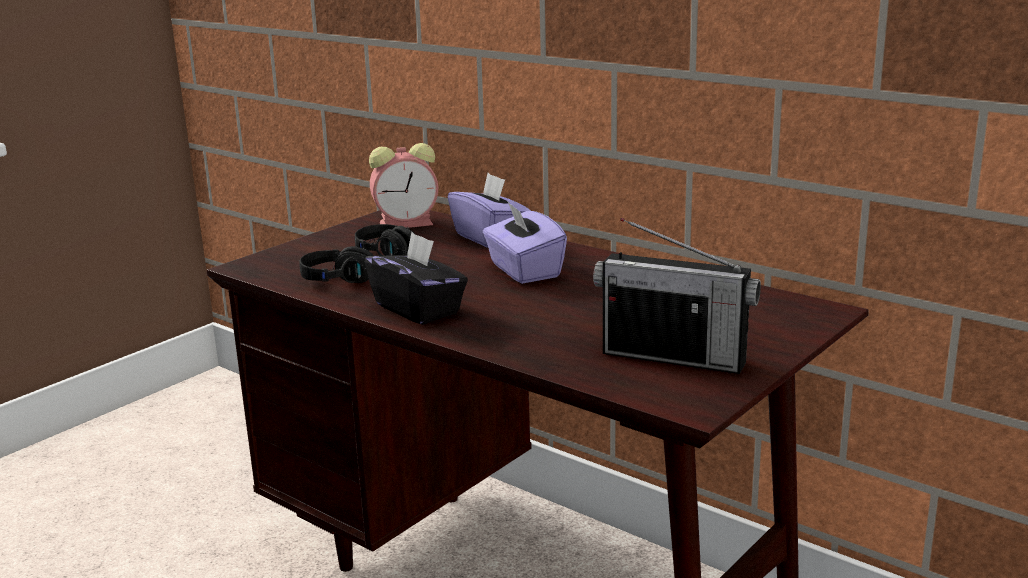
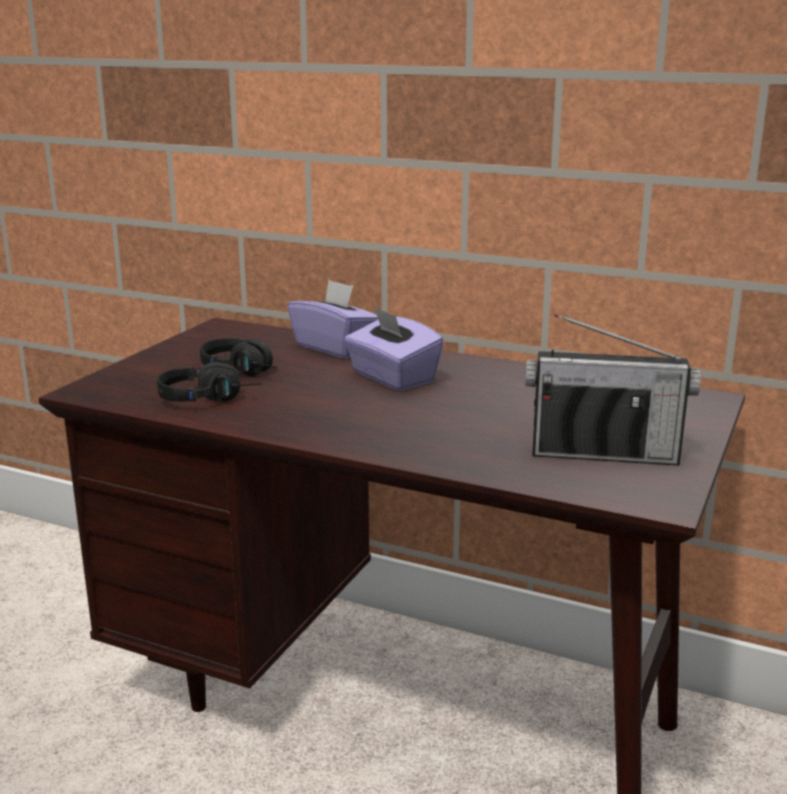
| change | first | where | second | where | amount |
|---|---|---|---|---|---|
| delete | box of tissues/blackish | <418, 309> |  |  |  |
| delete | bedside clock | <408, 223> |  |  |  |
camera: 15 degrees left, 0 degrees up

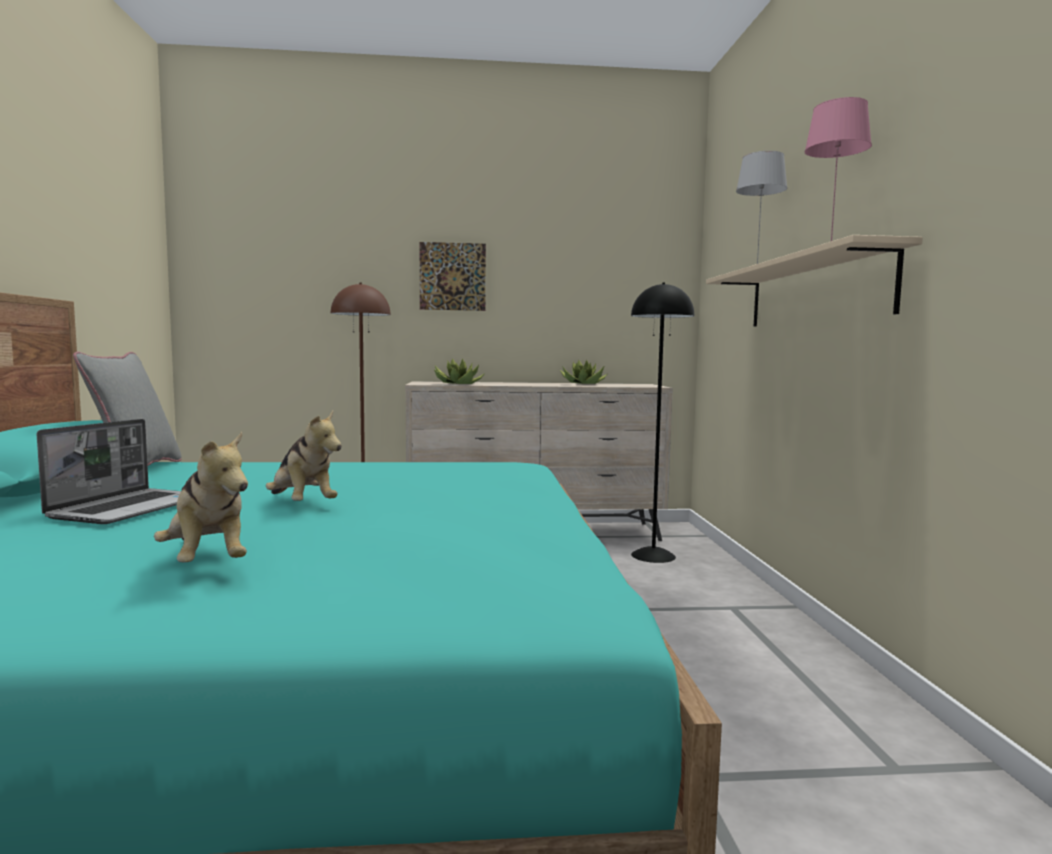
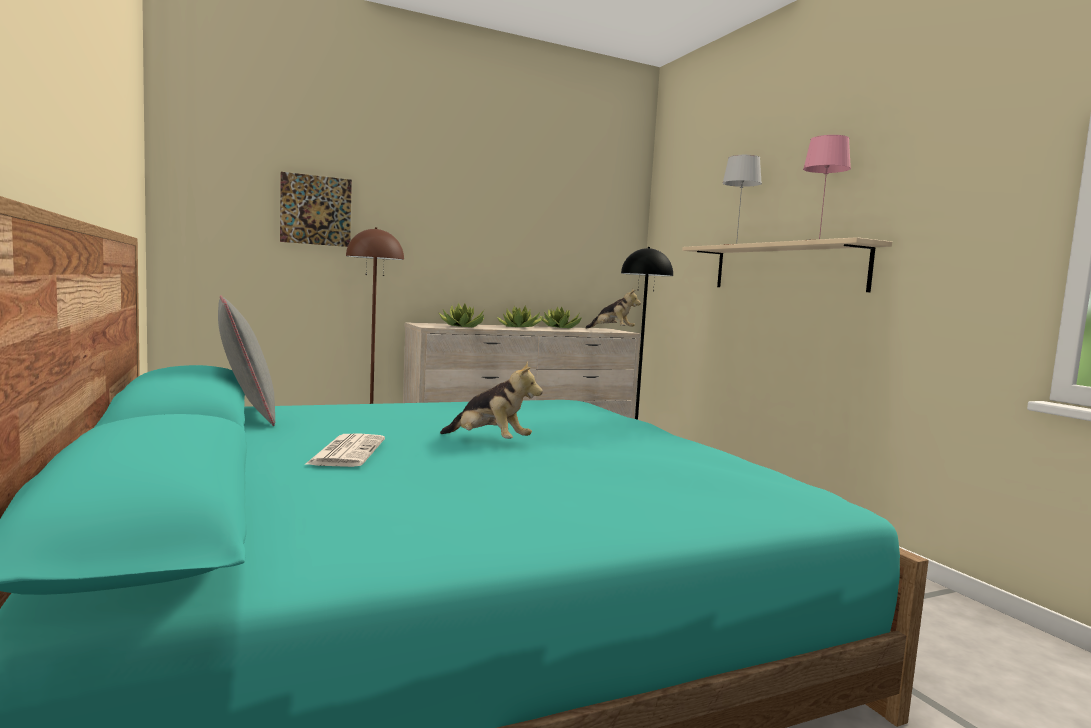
| change | first | where | second | where | amount |
|---|---|---|---|---|---|
| move | wall art | <452, 276> |  | <316, 210> |  |
| replace | laptop | <129, 508> | daily paper | <346, 452> |  |
| insert |  |  | houseplant | <519, 327> |  |
| move | plush toy | <207, 562> |  | <612, 330> |  |
camera: 20 degrees left, 0 degrees up

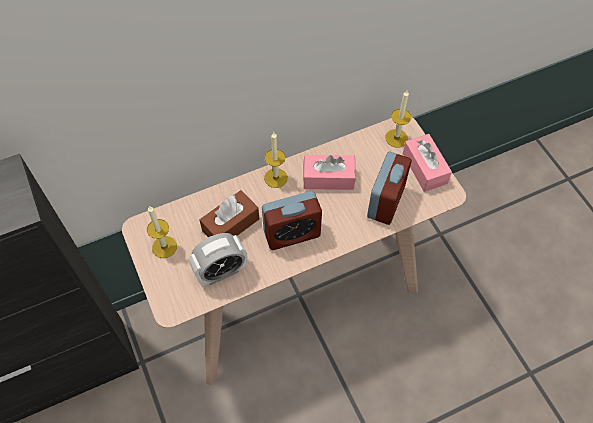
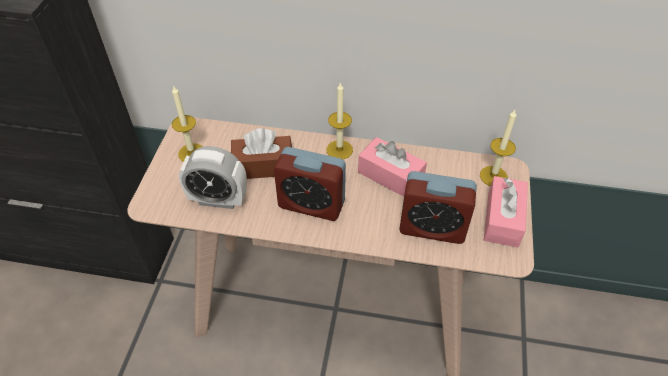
| change | first | where | second | where | amount |
|---|---|---|---|---|---|
| rotate | bedside clock | <385, 202> |  | <432, 228> | 45 degrees clockwise |
camera: 35 degrees right, 10 degrees down

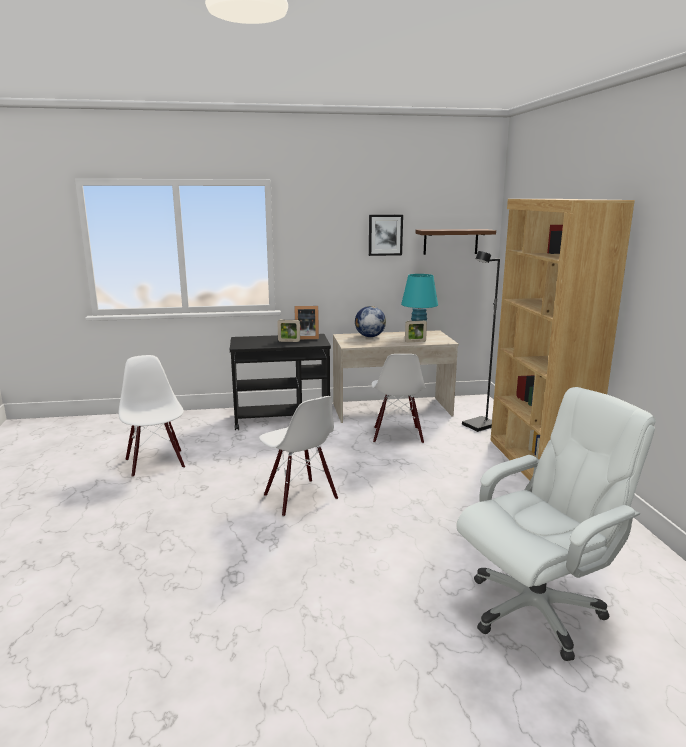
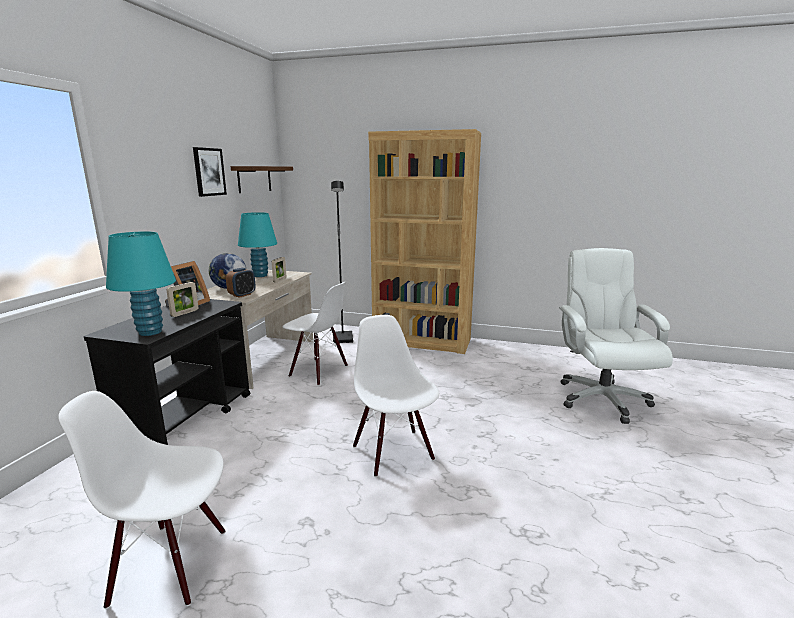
| change | first | where | second | where | amount |
|---|---|---|---|---|---|
| insert |  |  | table lamp/blue-green | <150, 332> |  |
| insert |  |  | bedside clock | <242, 295> |  |
| rotate | chair/whitish | <299, 497> |  | <394, 452> | 105 degrees counterclockwise |
camera: 65 degrees left, 0 degrees up

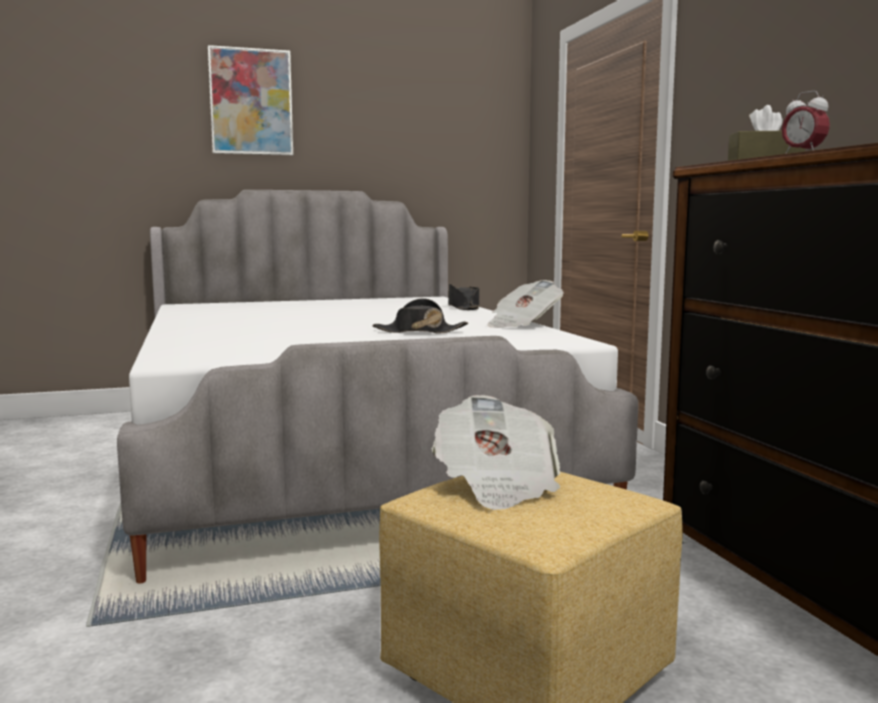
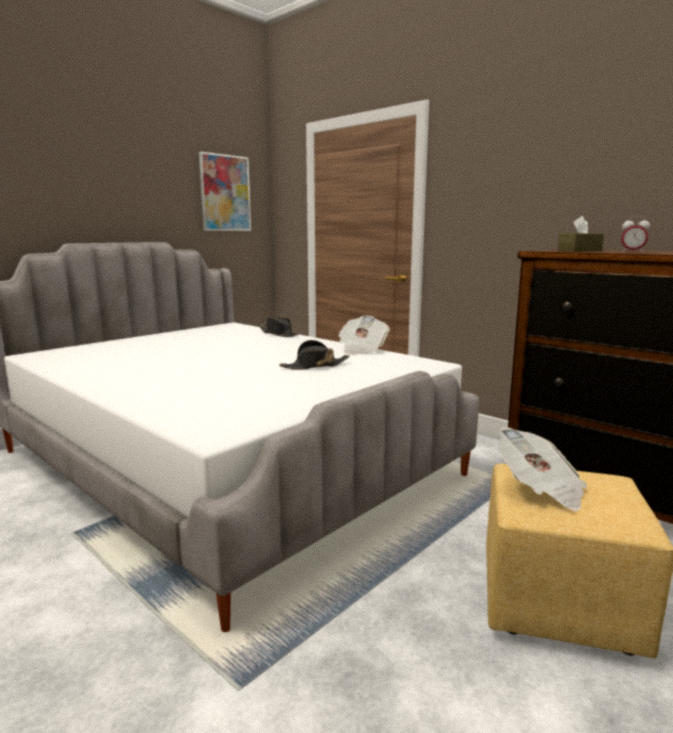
| change | first | where | second | where | amount |
|---|---|---|---|---|---|
| move | wall art | <251, 102> |  | <225, 193> |  |
camera: 30 degrees left, 5 degrees up

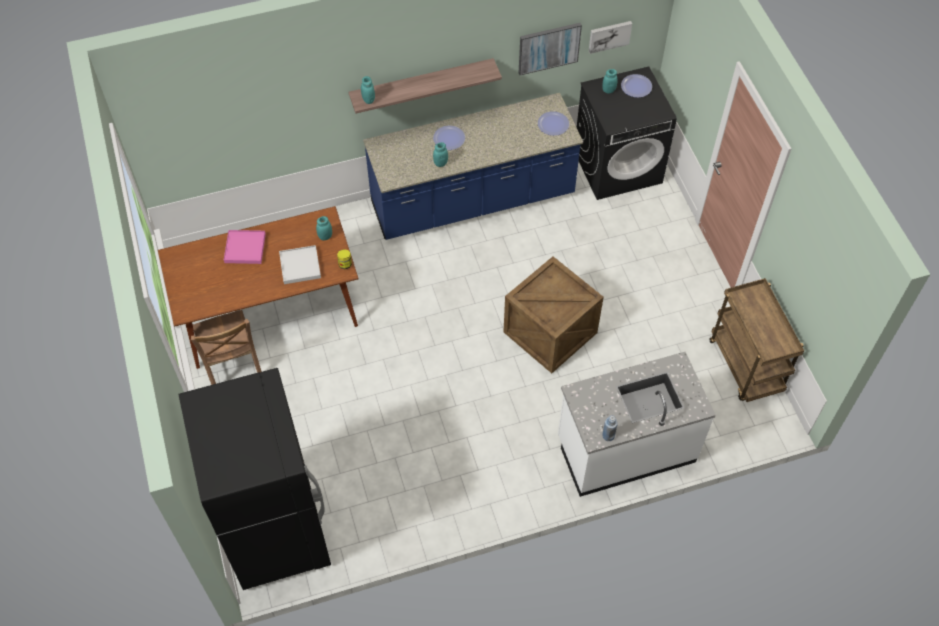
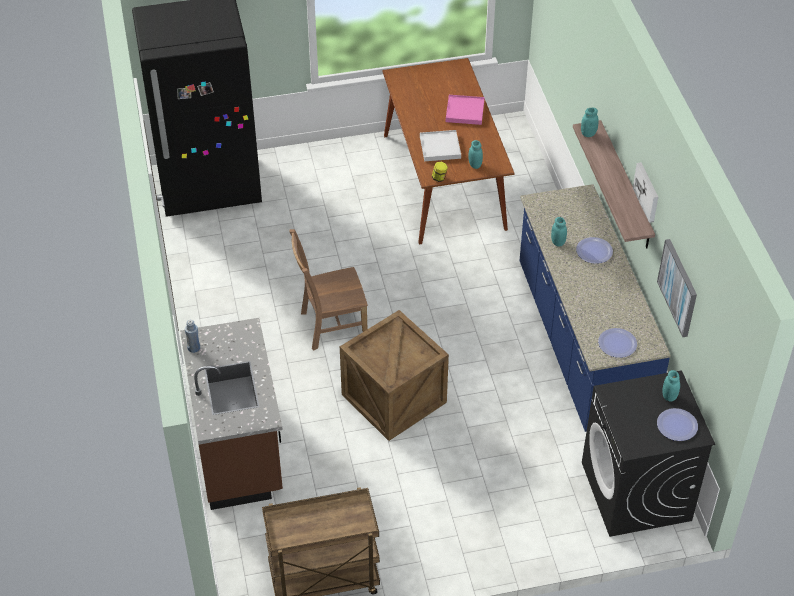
| change | first | where | second | where | amount |
|---|---|---|---|---|---|
| recolor | kitchen base unit/whitish | <625, 449> | kitchen base unit/brown | <239, 448> |  |
| move | chair/brown | <232, 366> |  | <330, 325> |  |
| move | wall art | <609, 36> |  | <647, 192> |  |
camera: 95 degrees right, 10 degrees down

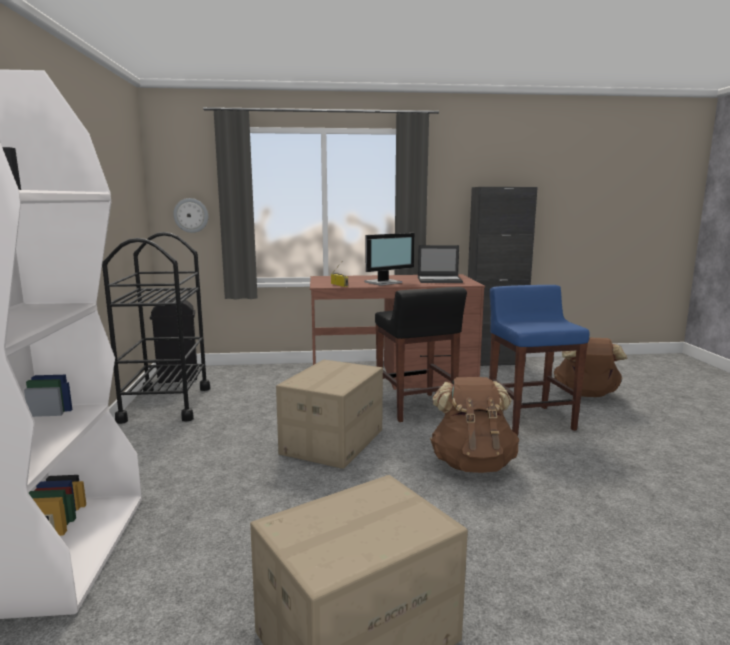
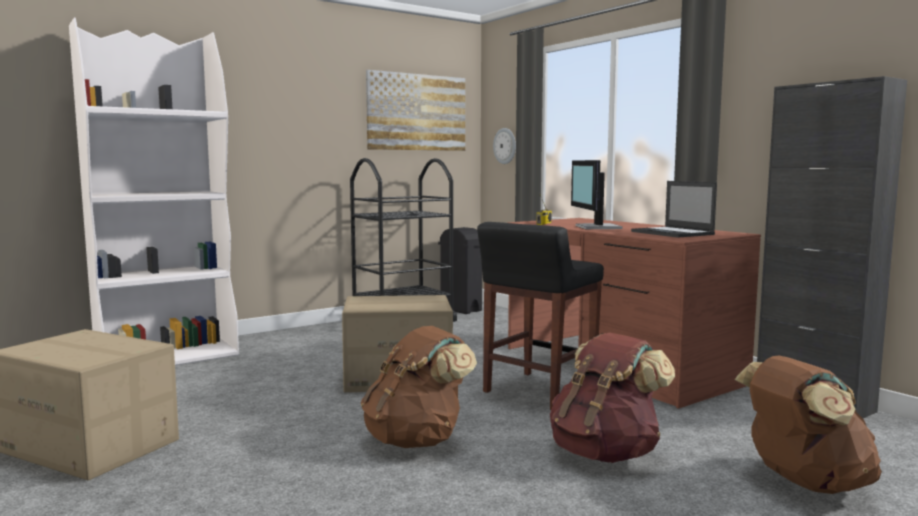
| change | first | where | second | where | amount |
|---|---|---|---|---|---|
| insert |  |  | wall art | <417, 112> |  |
| replace | stool/blue-coloured | <529, 420> | knapsack/brown | <605, 453> |  |
| rotate | computer screen | <384, 282> |  | <596, 227> | 60 degrees clockwise |
camera: 60 degrees right, 5 degrees down

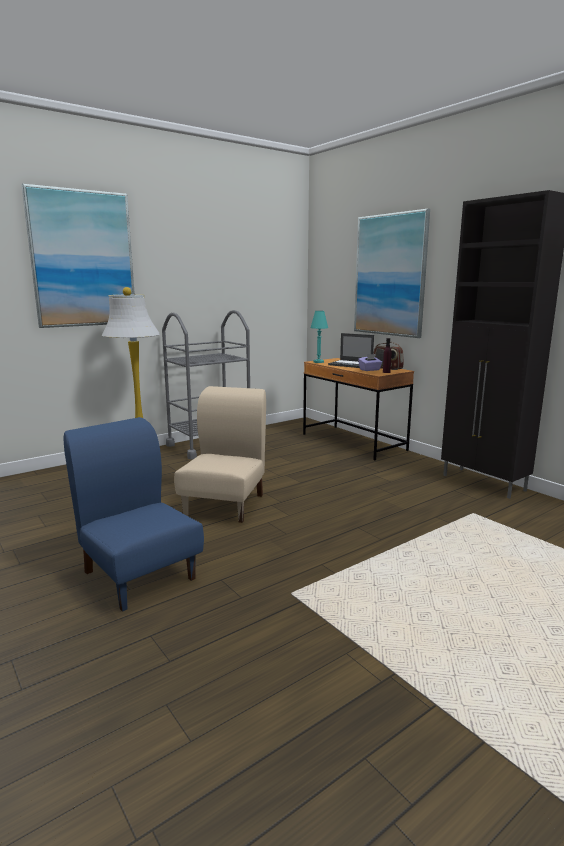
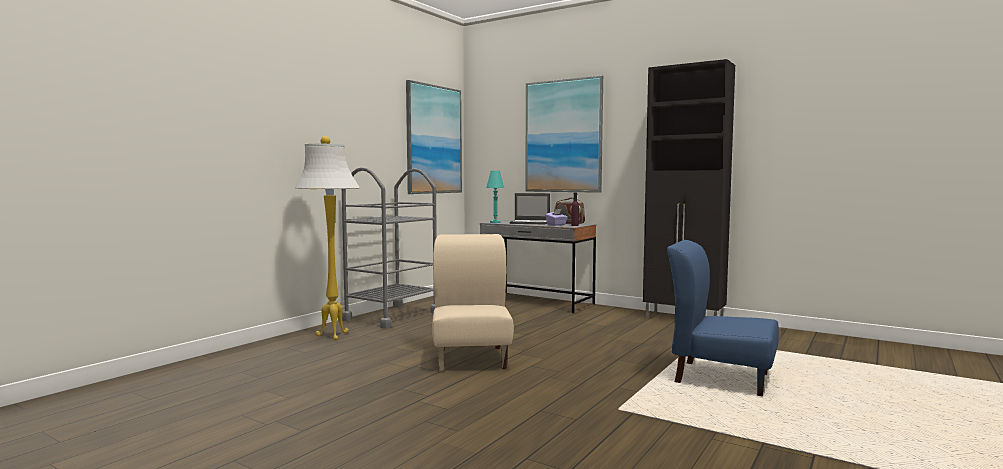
| change | first | where | second | where | amount |
|---|---|---|---|---|---|
| move | wall art | <83, 259> |  | <434, 140> |  |
| recolor | desk table/brown | <353, 442> | desk table/greyish | <536, 302> |  |
| move | chair/blue-coloured | <139, 574> |  | <720, 378> |  |
camera: 20 degrees left, 10 degrees down

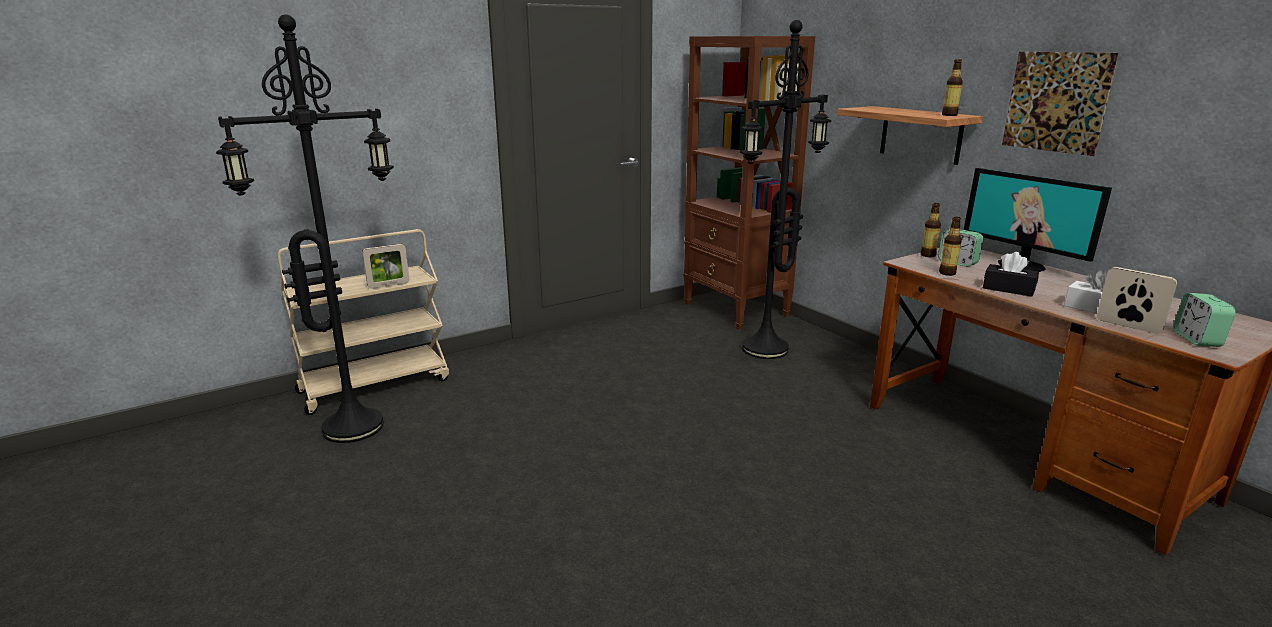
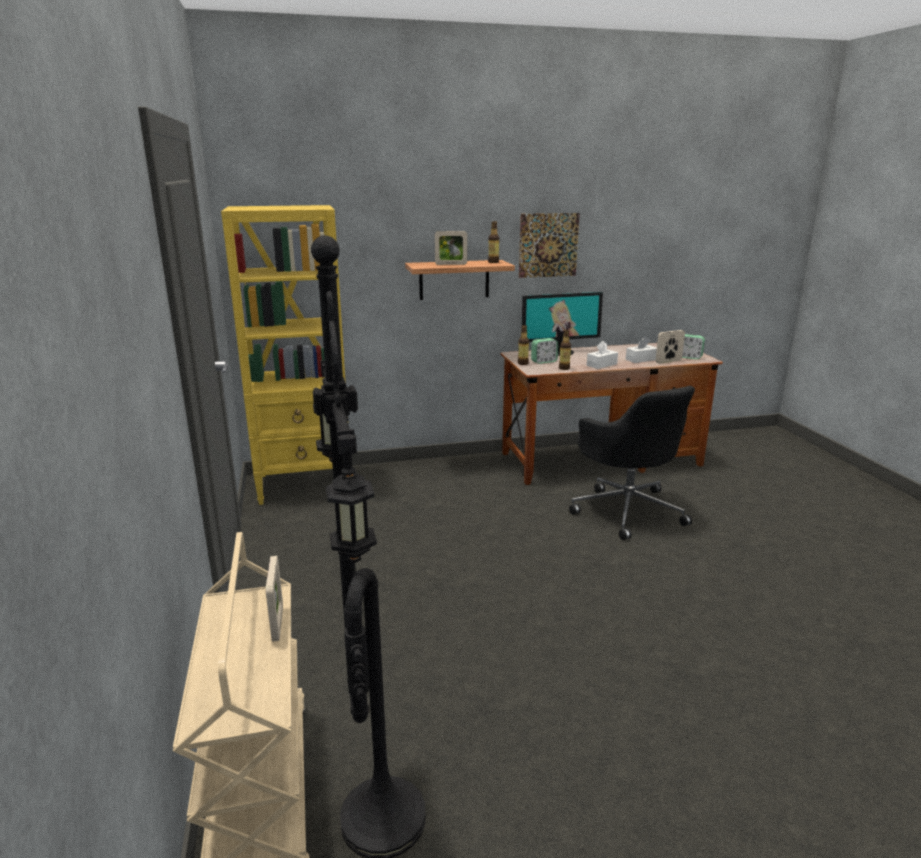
| change | first | where | second | where | amount |
|---|---|---|---|---|---|
| recolor | shelving unit/brown | <736, 310> | shelving unit/yellow | <306, 485> |  |
| insert |  |  | standing frame | <451, 264> |  |
| insert |  |  | computer chair/blackish | <627, 510> |  |
| recolor | box of tissues/blackish | <1008, 289> | box of tissues/whitish | <601, 365> |  |
| delete | floor lamp/blackish | <766, 350> |  |  |  |
camera: 70 degrees left, 0 degrees up

